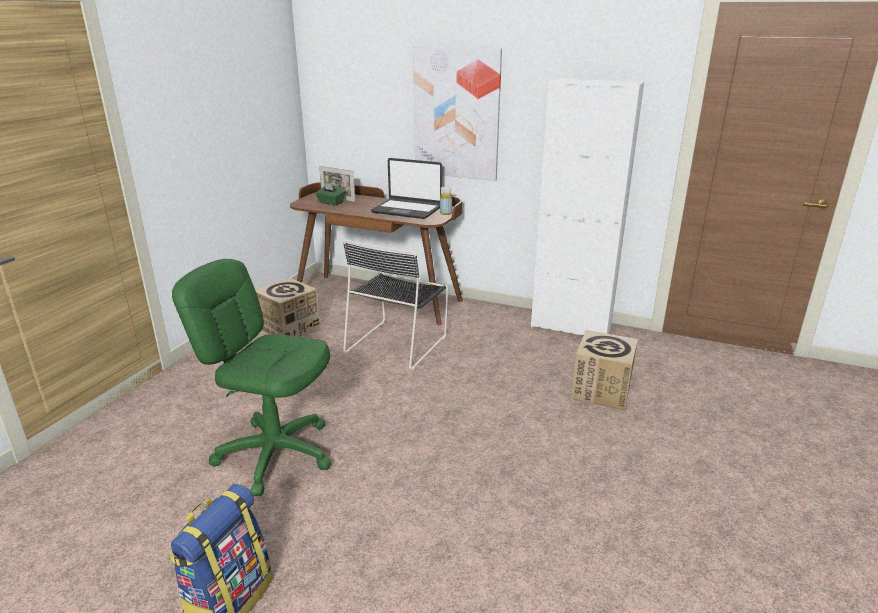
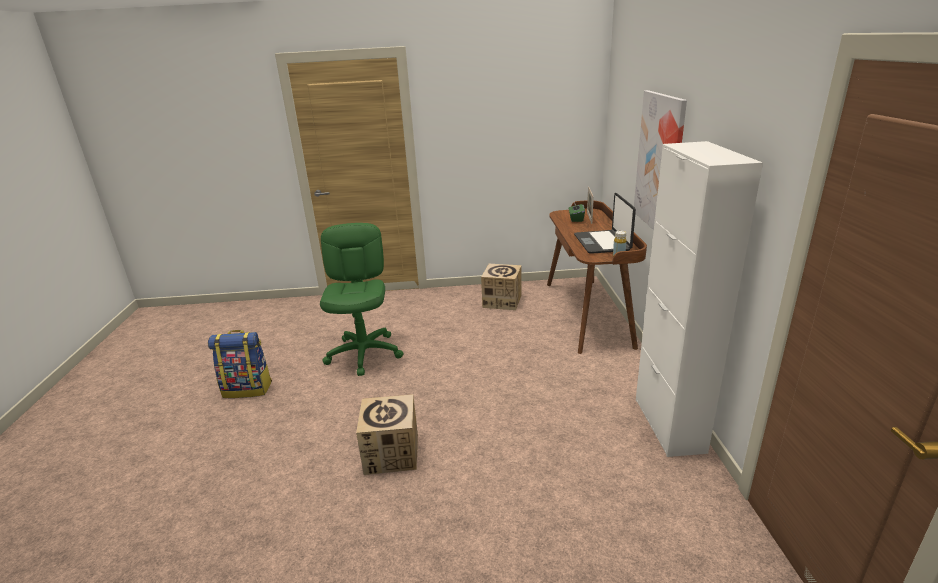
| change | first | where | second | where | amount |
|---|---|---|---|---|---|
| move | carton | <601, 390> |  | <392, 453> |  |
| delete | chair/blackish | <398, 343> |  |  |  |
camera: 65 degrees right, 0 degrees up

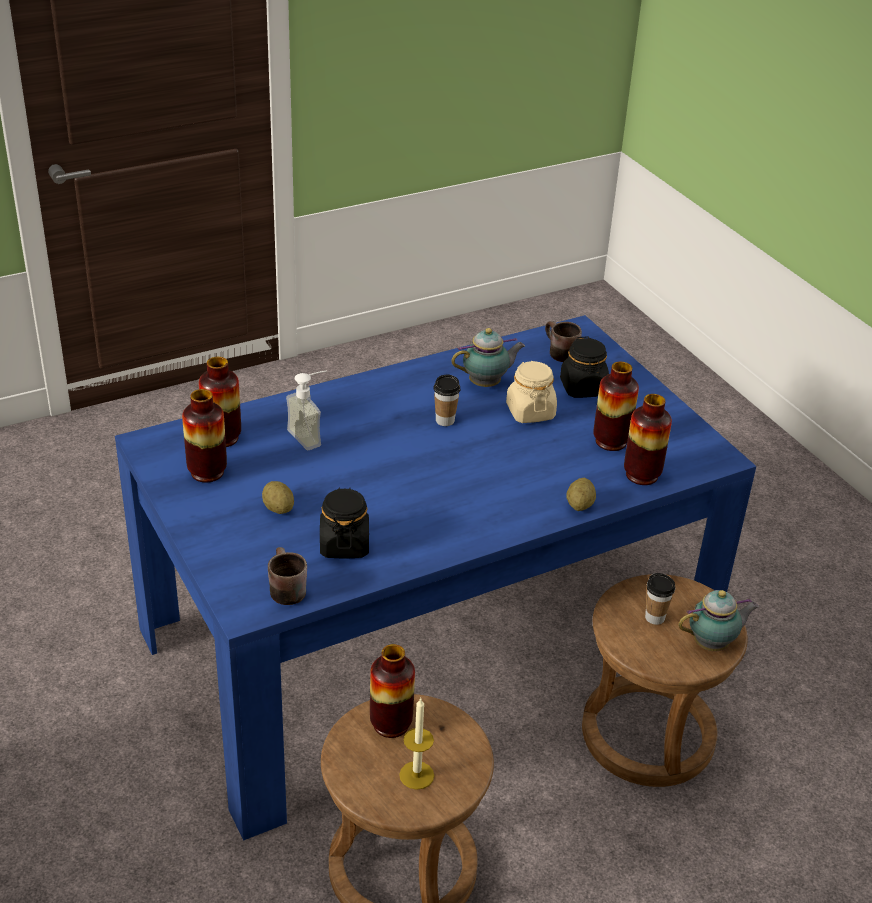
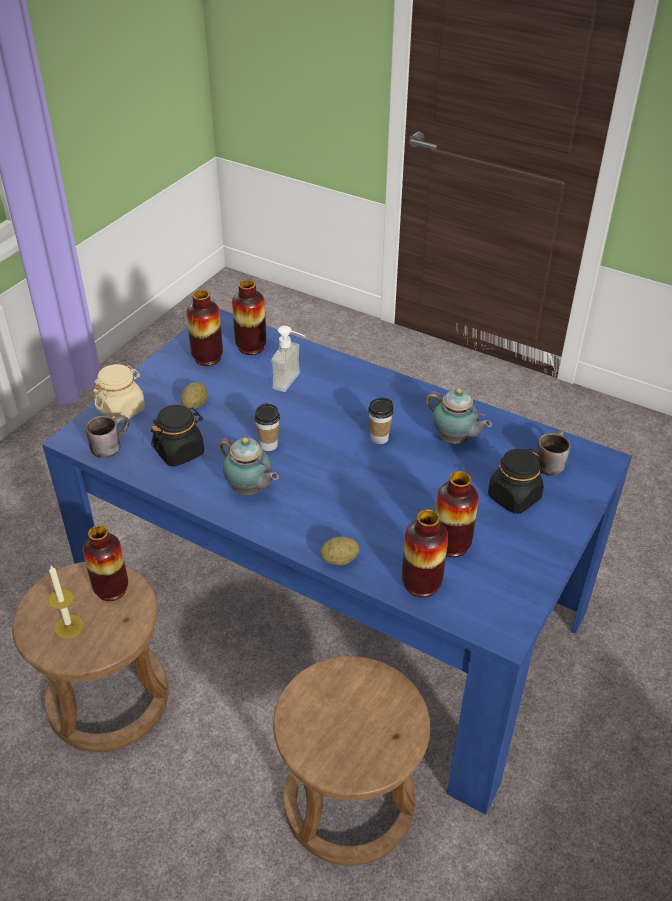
| change | first | where | second | where | amount |
|---|---|---|---|---|---|
| move | preserve jar/beige | <530, 412> |  | <121, 410> |  |
| move | teapot | <713, 644> |  | <250, 490> |  |
| move | drinking cup | <654, 617> |  | <268, 445> |  |
camera: 60 degrees right, 5 degrees up

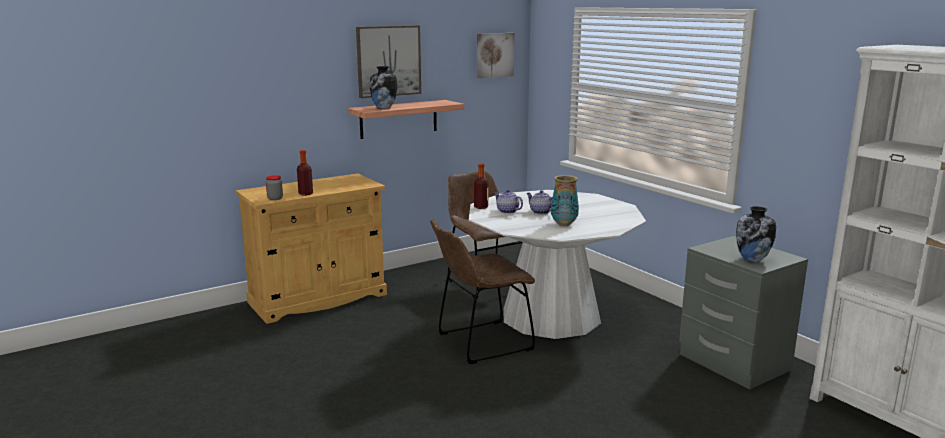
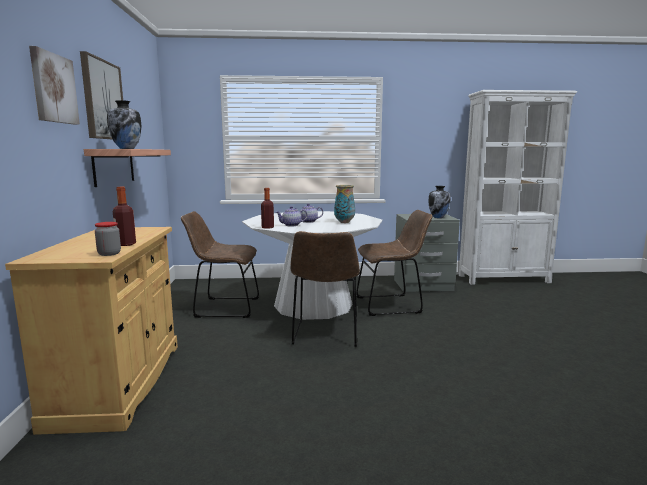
| change | first | where | second | where | amount |
|---|---|---|---|---|---|
| move | wall art | <494, 55> |  | <53, 88> |  |
| insert |  |  | chair/brown | <391, 305> |  |
camera: 60 degrees left, 5 degrees down

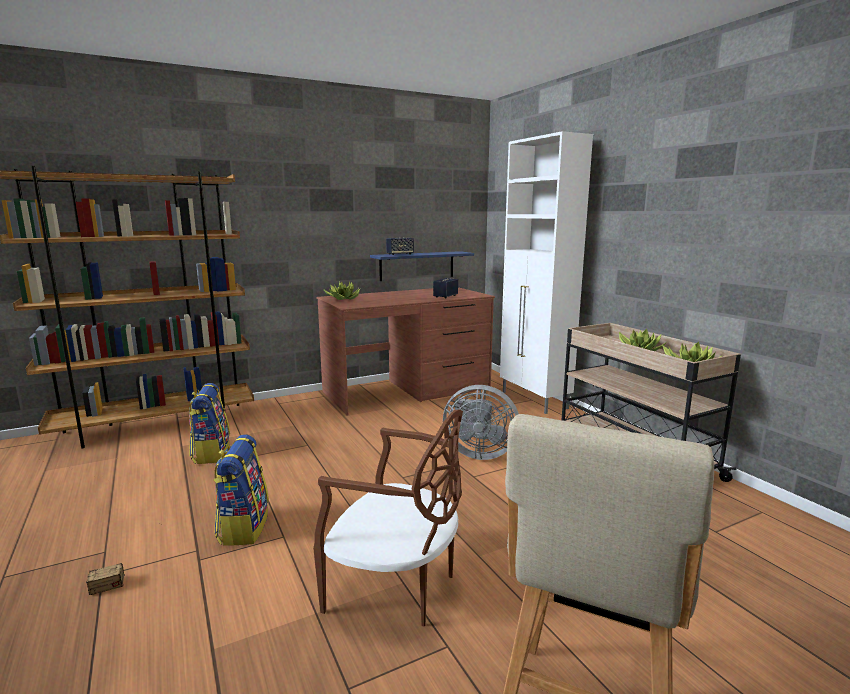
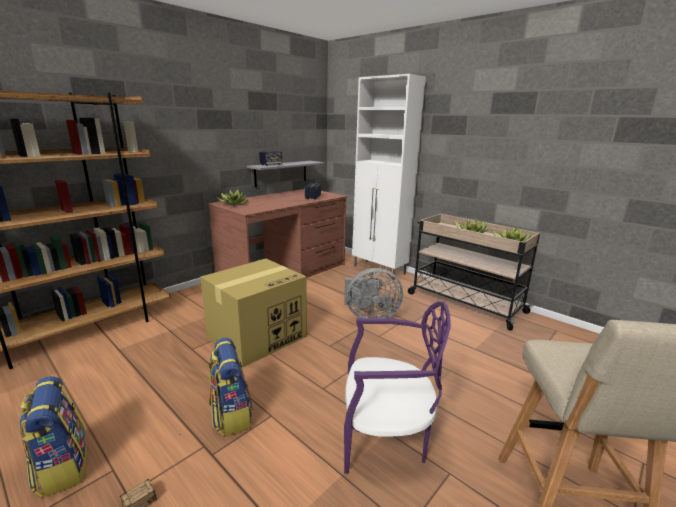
| change | first | where | second | where | amount |
|---|---|---|---|---|---|
| move | knapsack | <211, 453> |  | <62, 467> |  |
| insert |  |  | carton | <258, 336> |  |
| recolor | shelf/blue-coloured | <417, 266> | shelf/greyish | <281, 173> |  |
| recolor | chair/brown | <396, 587> | chair/purple | <385, 437> |  |
camera: 20 degrees left, 5 degrees up

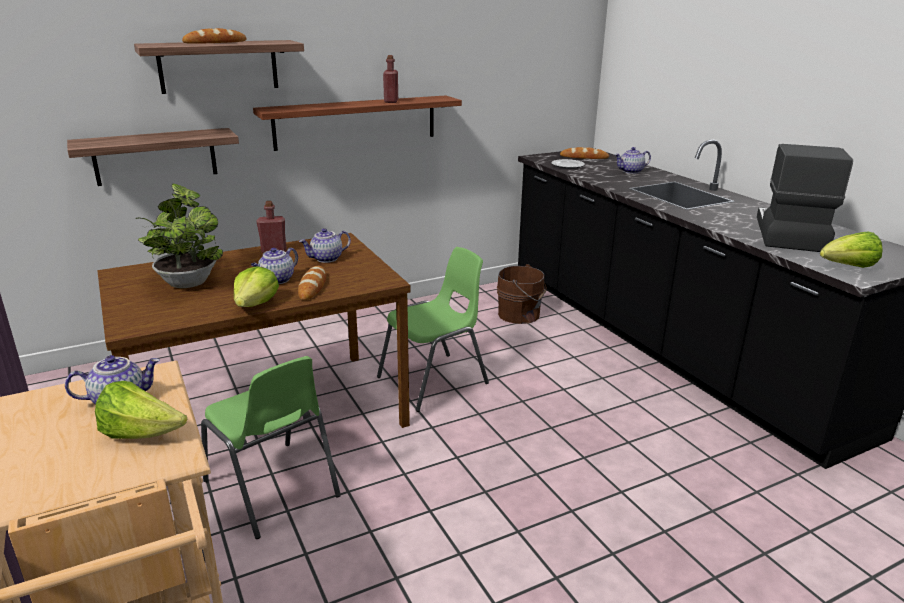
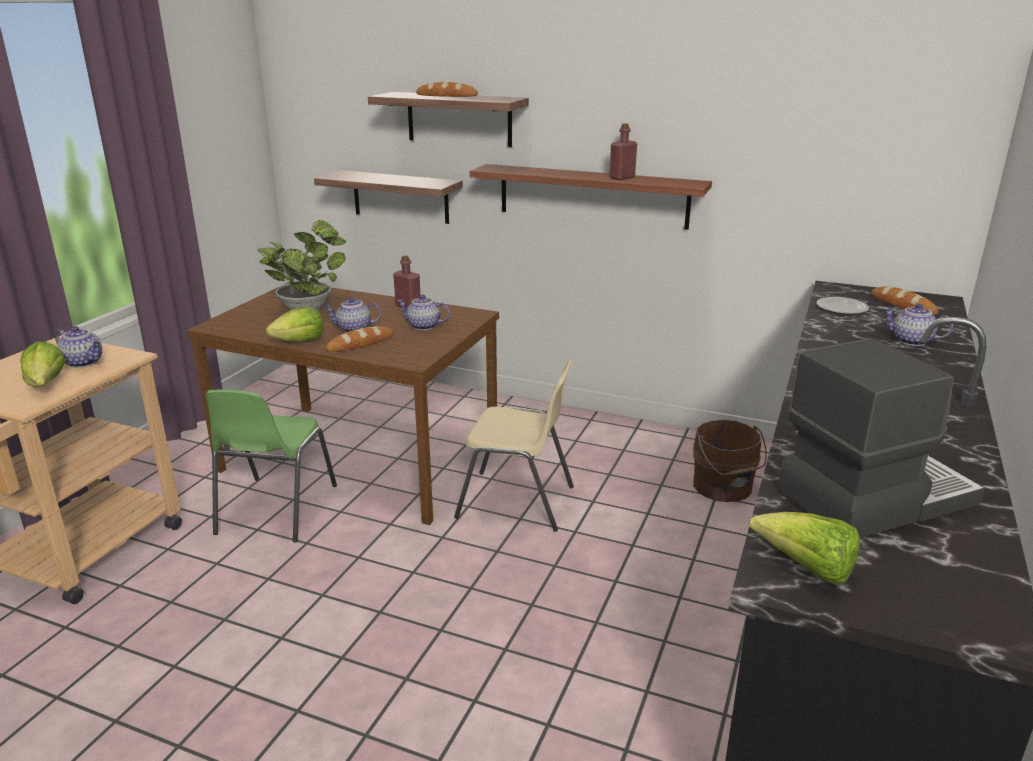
| change | first | where | second | where | amount |
|---|---|---|---|---|---|
| recolor | chair/greenish | <435, 381> | chair/beige | <518, 502> |  |
camera: 50 degrees right, 0 degrees up

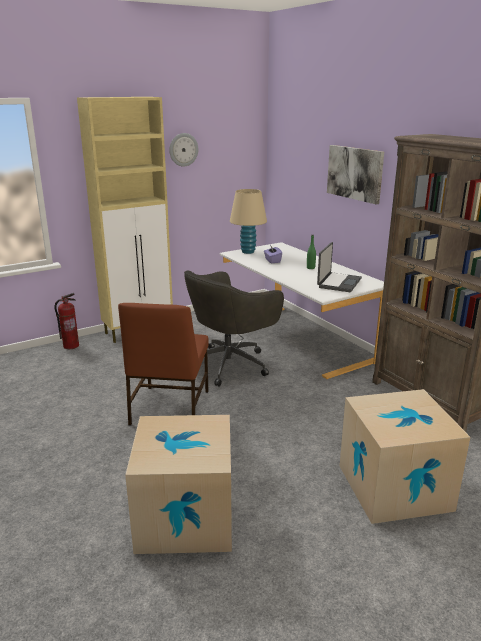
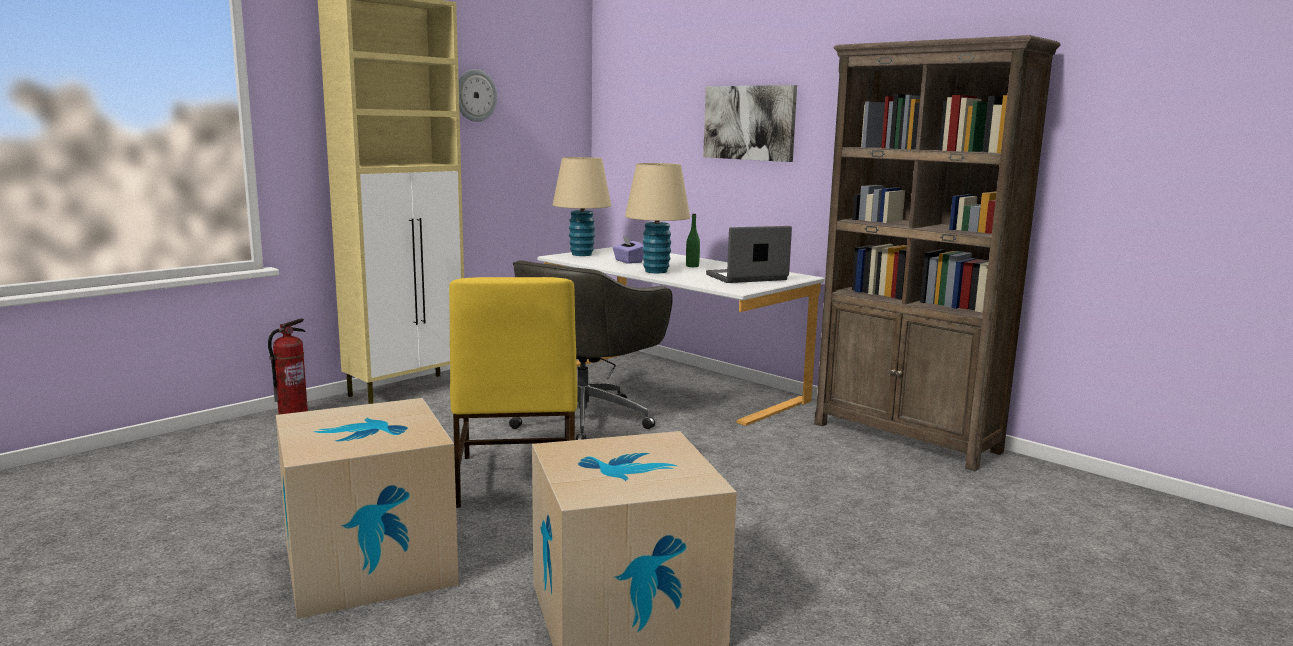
| change | first | where | second | where | amount |
|---|---|---|---|---|---|
| move | carton | <394, 487> |  | <369, 565> |  |
| recolor | chair/brown | <169, 408> | chair/yellow | <515, 480> |  |
| insert |  |  | table lamp/beige | <656, 271> |  |
| rotate | laptop | <338, 283> |  | <747, 278> | 120 degrees counterclockwise |
camera: 15 degrees left, 10 degrees down

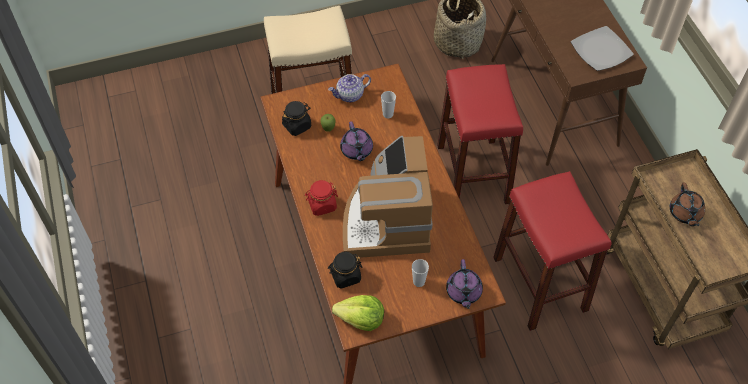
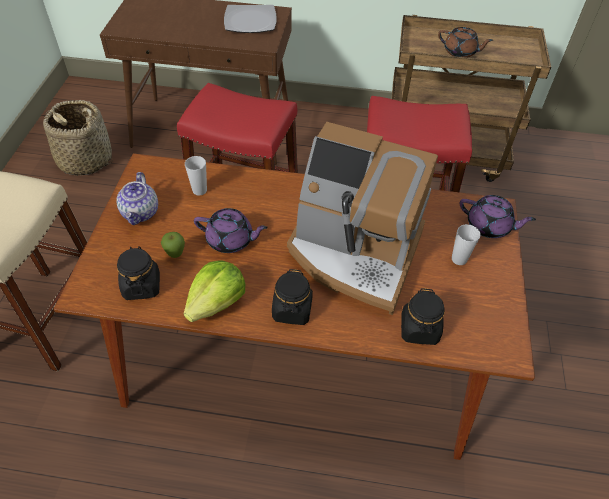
| change | first | where | second | where | amount |
|---|---|---|---|---|---|
| move | lettuce | <361, 319> |  | <217, 302> |  |
| recolor | preserve jar/reddish | <322, 205> | preserve jar/blackish | <292, 310> |  |
camera: 65 degrees left, 5 degrees down

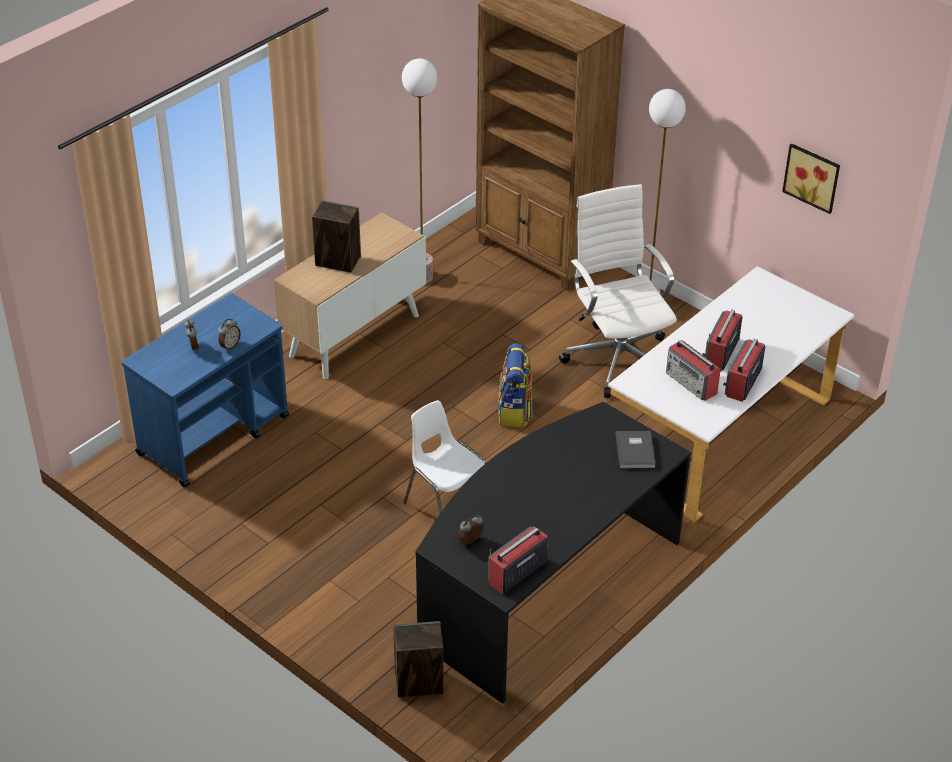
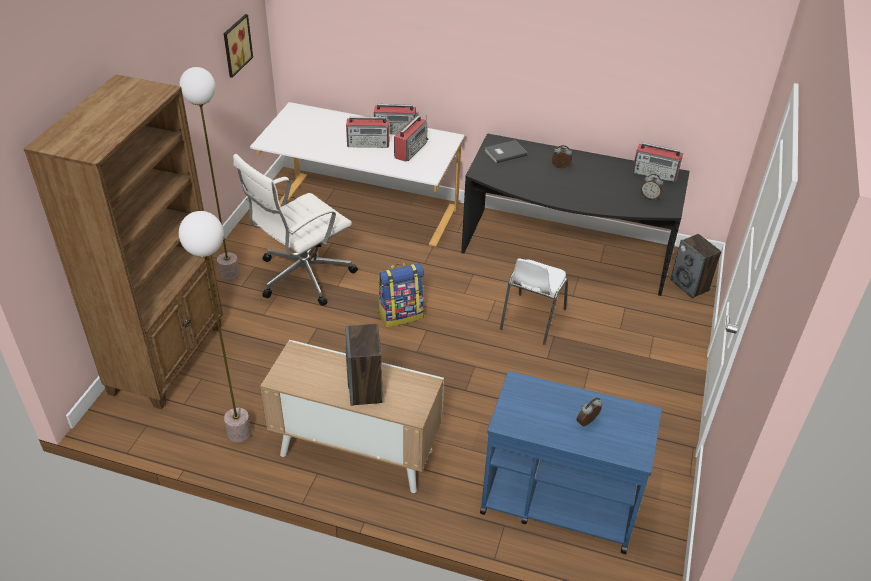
| change | first | where | second | where | amount |
|---|---|---|---|---|---|
| move | bedside clock | <229, 346> |  | <560, 167> |  |
camera: 115 degrees left, 0 degrees up

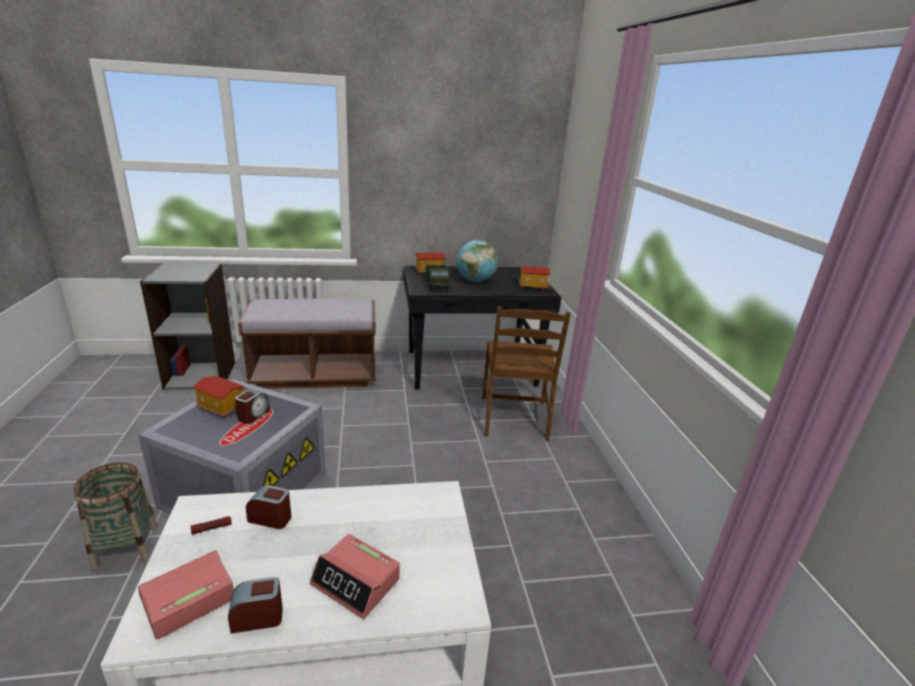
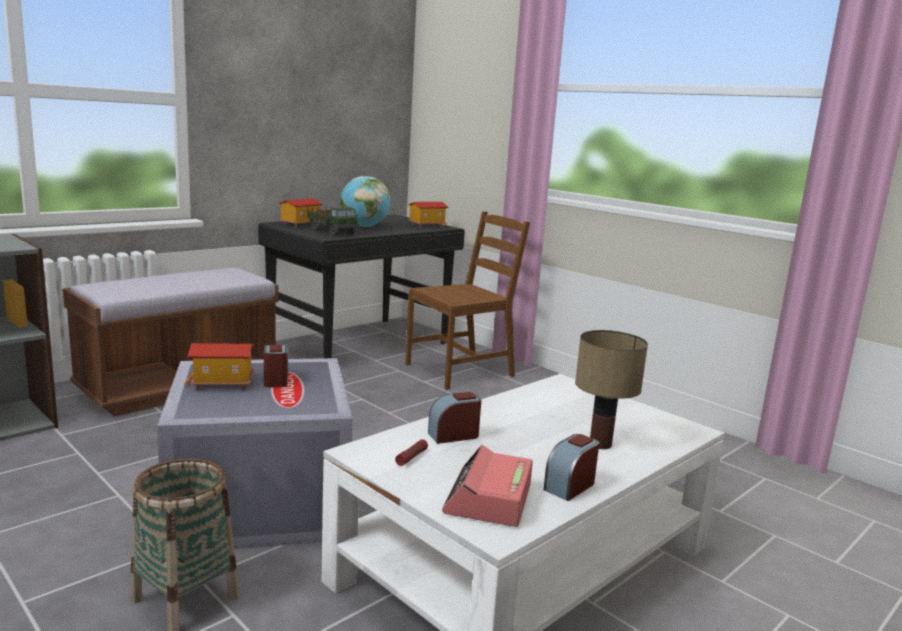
| change | first | where | second | where | amount |
|---|---|---|---|---|---|
| rotate | chair/brown | <515, 418> |  | <460, 370> | 90 degrees counterclockwise |
| replace | bedside clock | <356, 582> | table lamp | <601, 444> |  |
camera: 35 degrees left, 10 degrees down

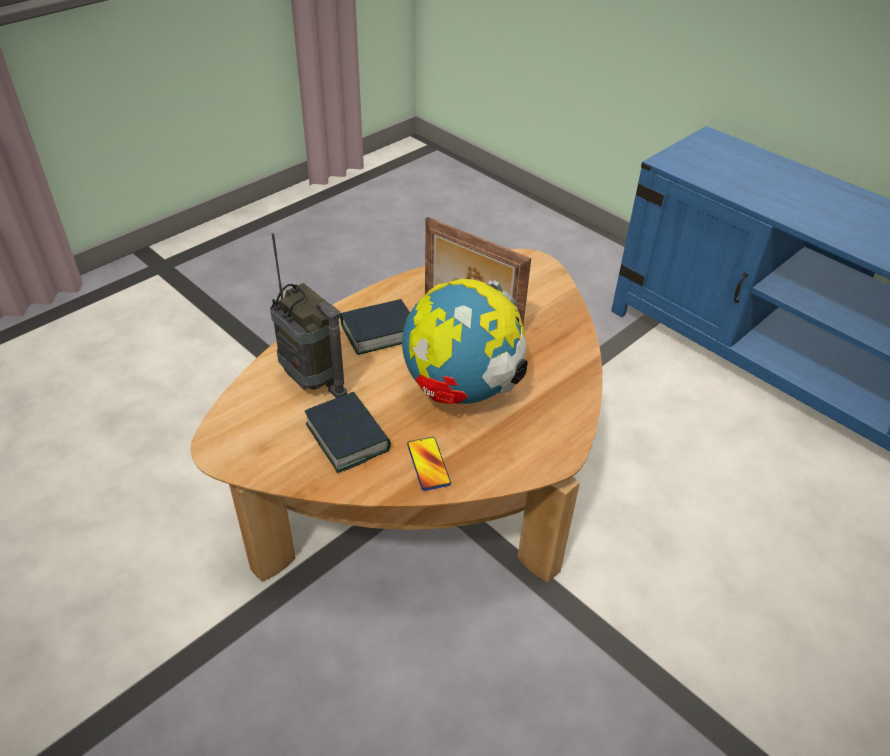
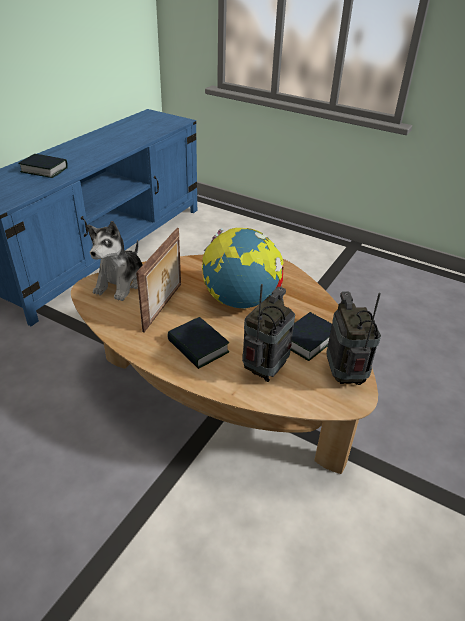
| change | first | where | second | where | amount |
|---|---|---|---|---|---|
| insert |  |  | book | <44, 170> |  |
| insert |  |  | plush toy | <121, 283> |  |
| insert |  |  | radio receiver | <344, 375> |  |
| delete | telephone | <428, 464> |  |  |  |
camera: 105 degrees left, 5 degrees down

